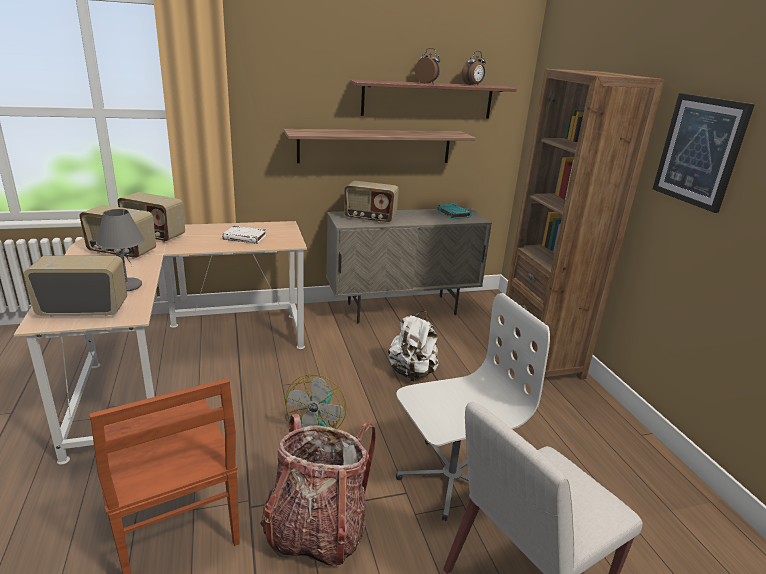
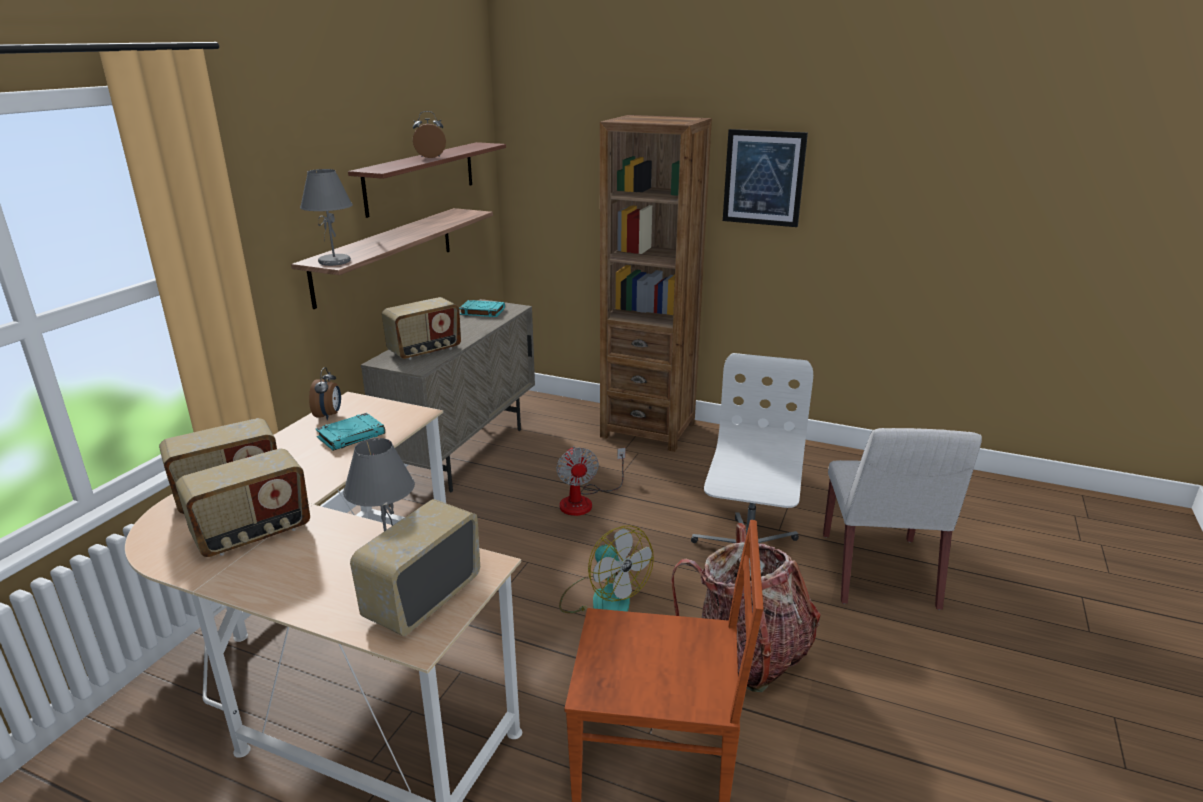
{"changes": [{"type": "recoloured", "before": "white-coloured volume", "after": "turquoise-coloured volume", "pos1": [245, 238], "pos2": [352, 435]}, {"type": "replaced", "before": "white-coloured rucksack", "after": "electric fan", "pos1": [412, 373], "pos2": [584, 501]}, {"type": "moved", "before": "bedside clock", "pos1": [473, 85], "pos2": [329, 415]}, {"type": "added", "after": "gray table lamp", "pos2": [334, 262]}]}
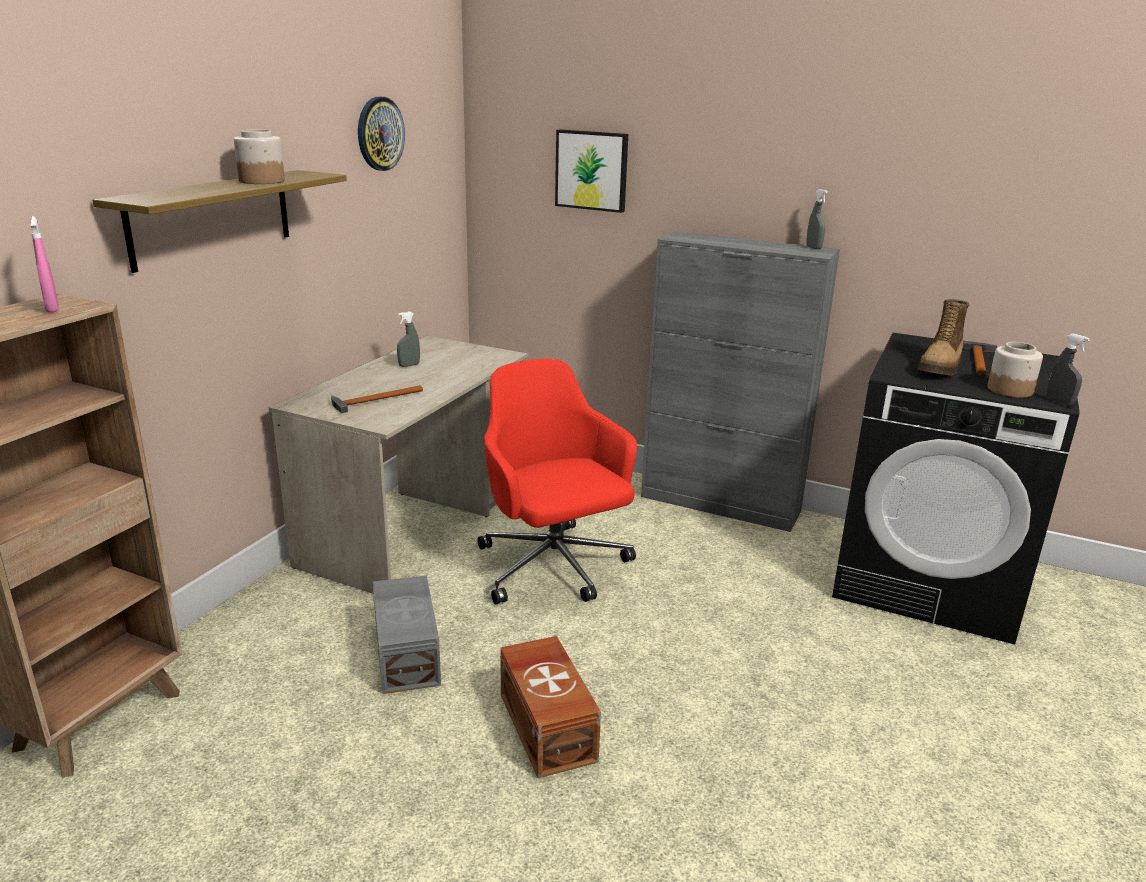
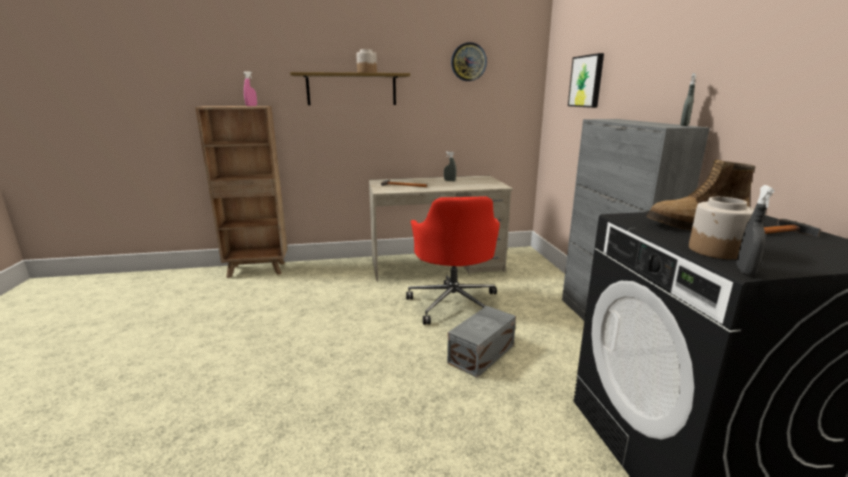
{"changes": [{"type": "moved", "before": "gray storage bin", "pos1": [408, 653], "pos2": [483, 354]}, {"type": "turned", "before": "red desk chair", "pos1": [554, 567], "pos2": [453, 303], "turn": 150}, {"type": "removed", "before": "brown storage bin", "pos1": [548, 725]}]}
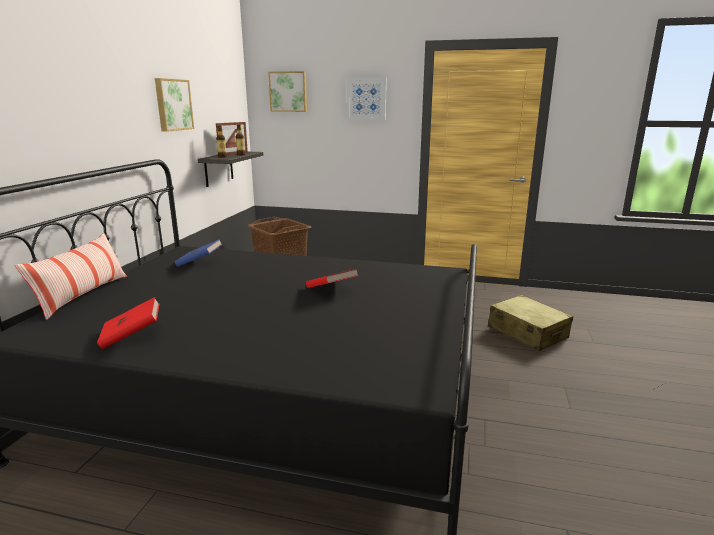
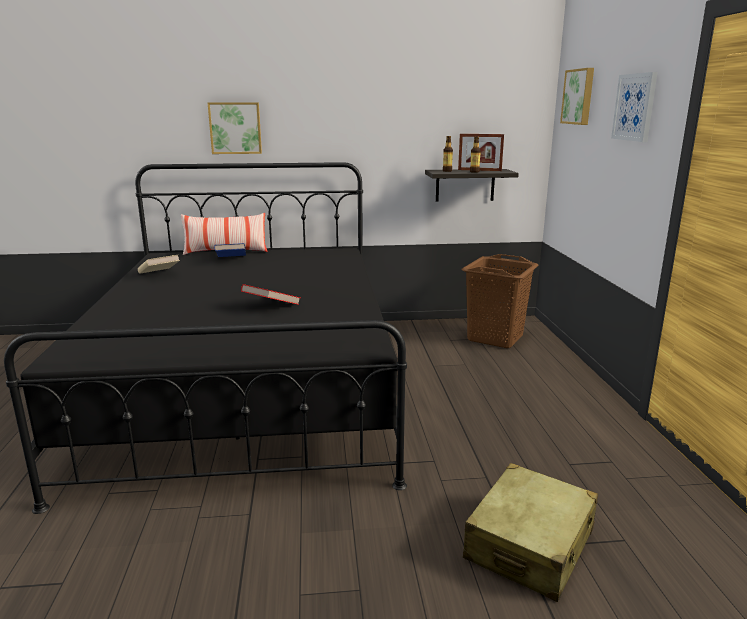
{"changes": [{"type": "recoloured", "before": "red volume", "after": "sand-coloured volume", "pos1": [132, 336], "pos2": [159, 274]}, {"type": "moved", "before": "wall picture", "pos1": [173, 105], "pos2": [235, 128]}, {"type": "moved", "before": "blue-coloured volume", "pos1": [199, 263], "pos2": [231, 260]}]}
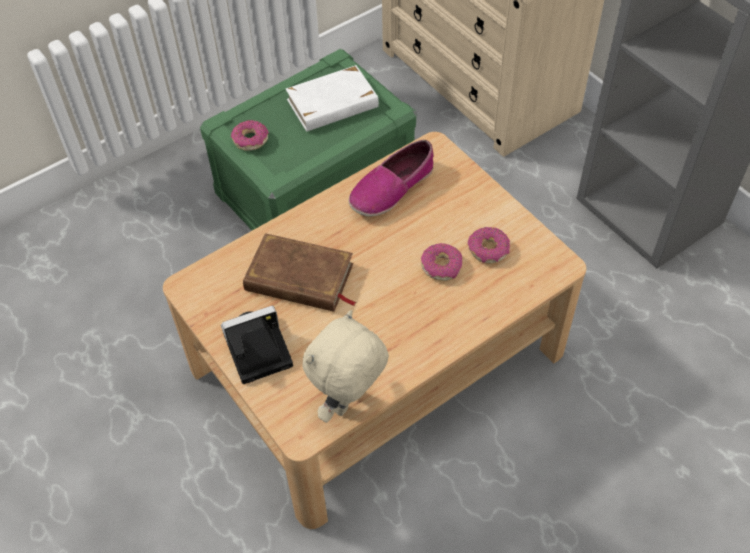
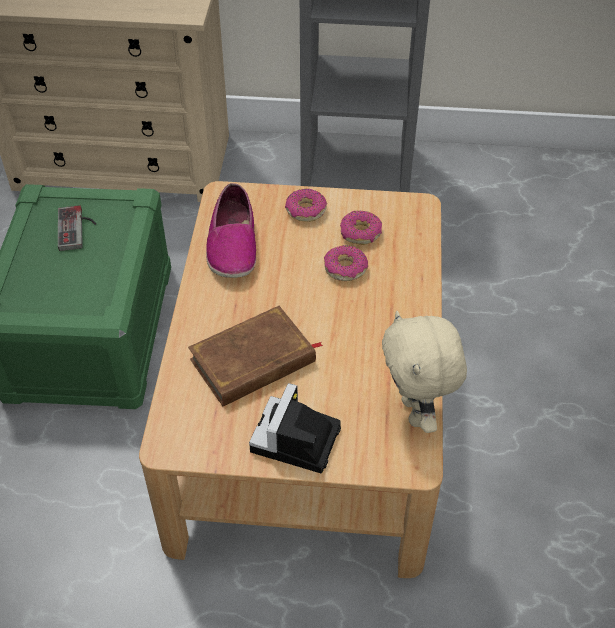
{"changes": [{"type": "moved", "before": "donut", "pos1": [250, 140], "pos2": [305, 210]}, {"type": "replaced", "before": "white-coloured volume", "after": "joypad", "pos1": [333, 104], "pos2": [77, 229]}]}
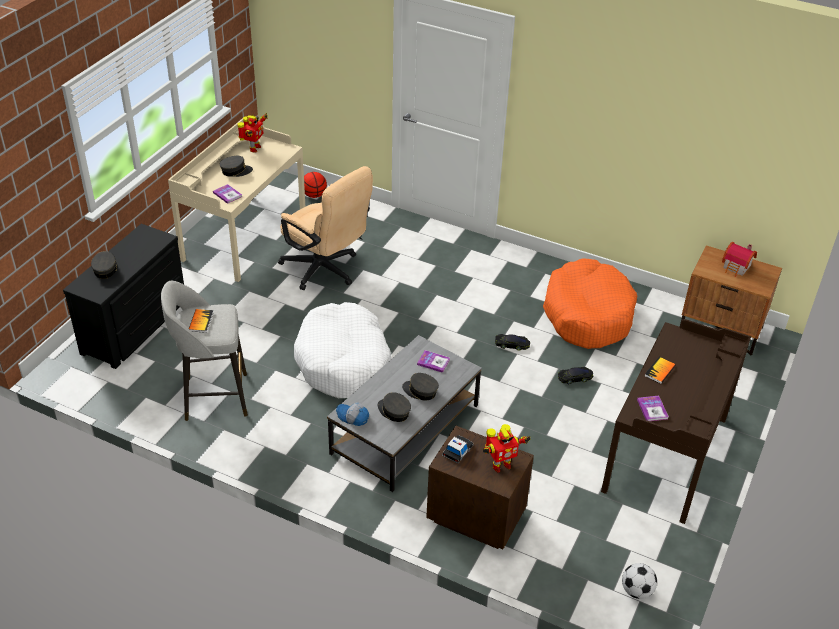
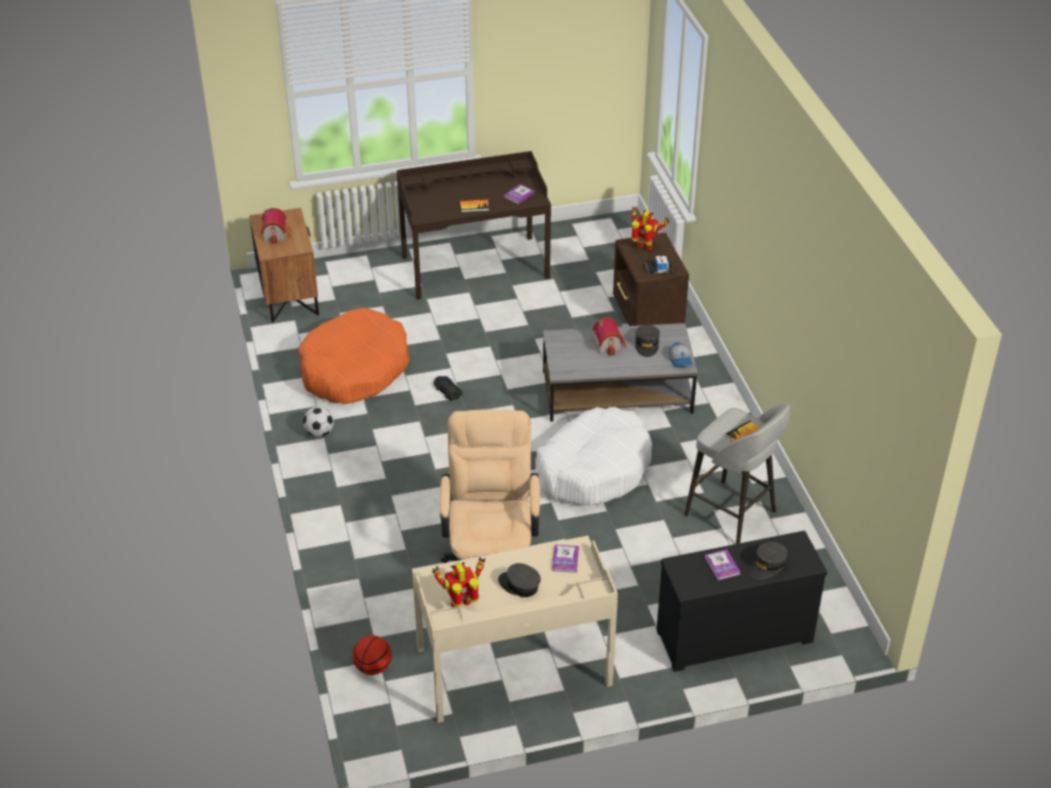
{"changes": [{"type": "replaced", "before": "gray baseball cap", "after": "model house", "pos1": [420, 391], "pos2": [609, 344]}, {"type": "moved", "before": "volume", "pos1": [433, 362], "pos2": [722, 565]}, {"type": "removed", "before": "black-coloured model car", "pos1": [575, 377]}, {"type": "moved", "before": "football ball", "pos1": [636, 591], "pos2": [319, 433]}]}
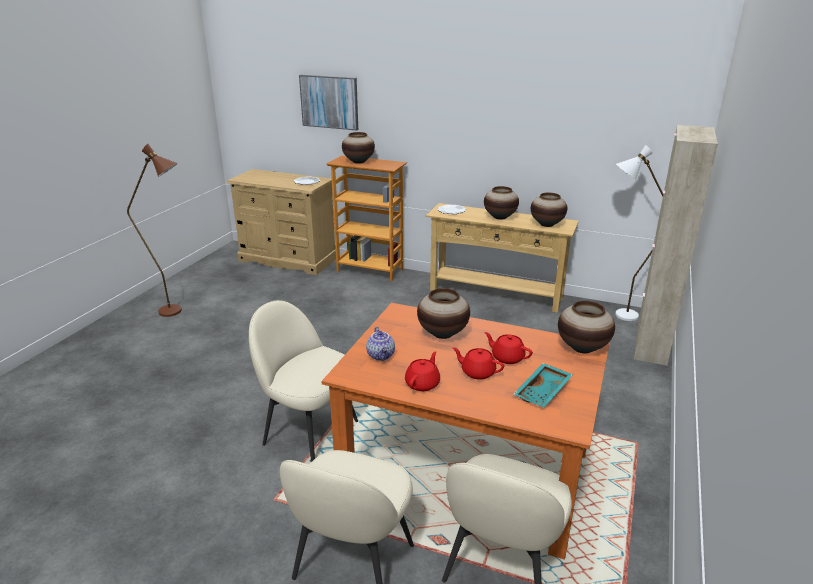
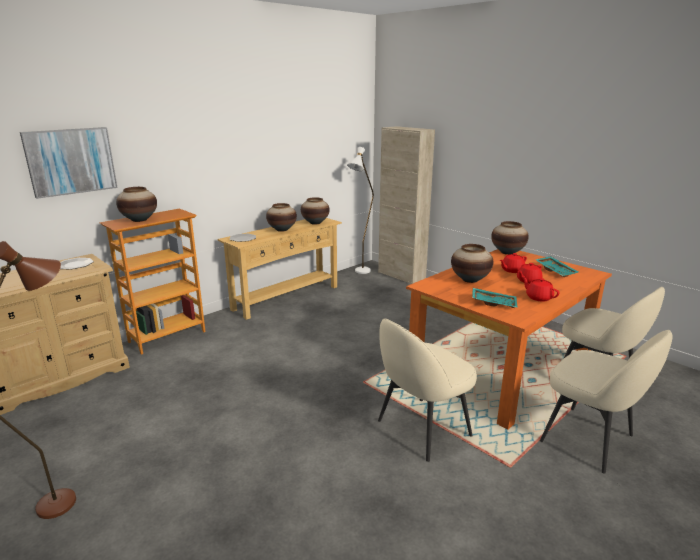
{"changes": [{"type": "replaced", "before": "tea pot", "after": "turquoise-coloured carrying tray", "pos1": [381, 355], "pos2": [493, 303]}]}
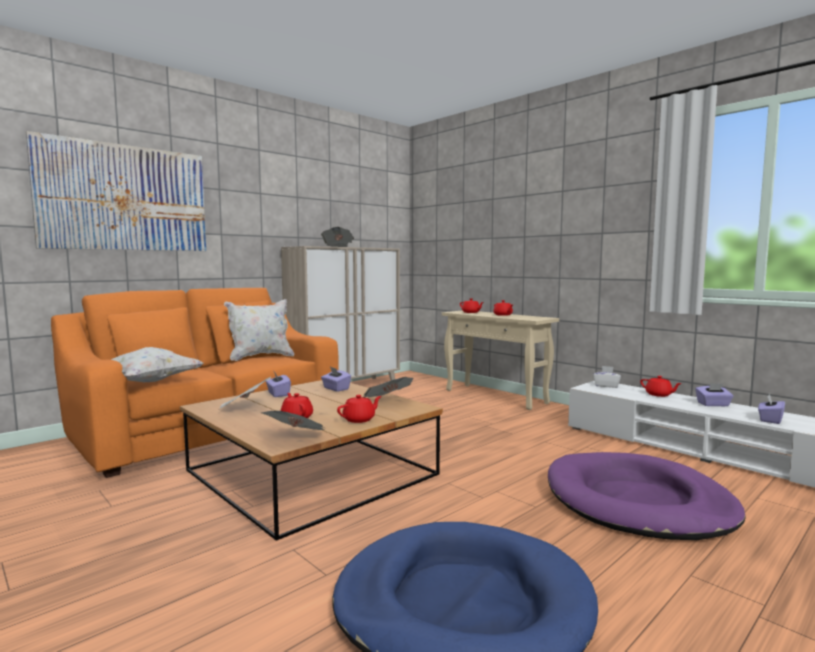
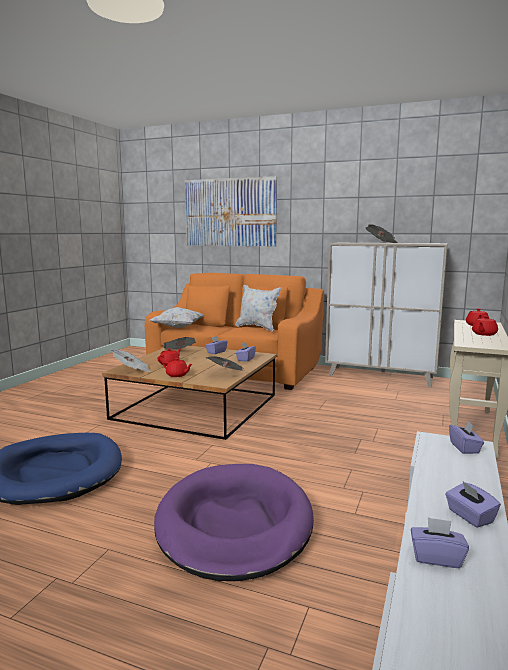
{"changes": [{"type": "recoloured", "before": "white-coloured box of tissues", "after": "purple-coloured box of tissues", "pos1": [606, 385], "pos2": [465, 448]}, {"type": "removed", "before": "red tea pot", "pos1": [659, 395]}]}
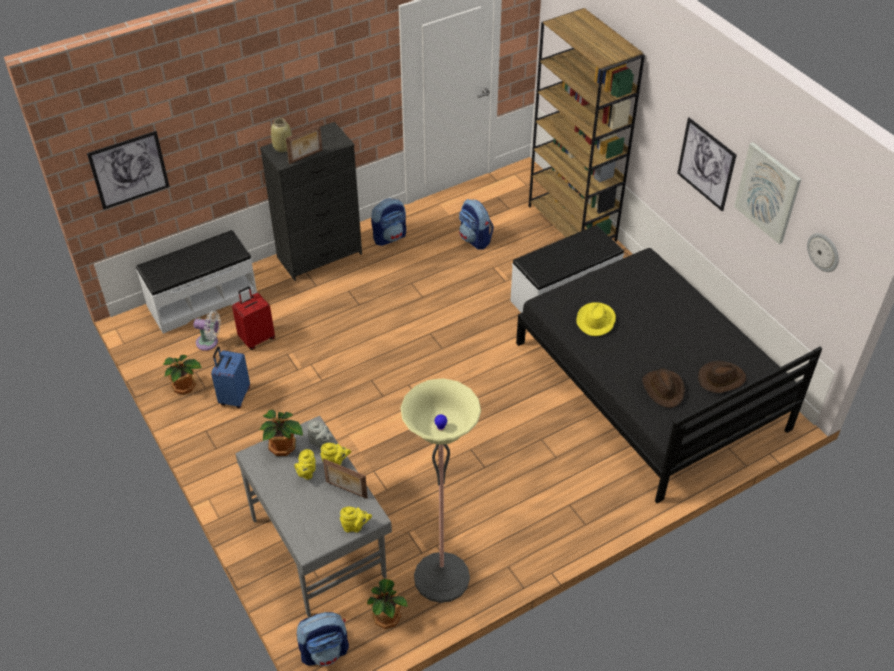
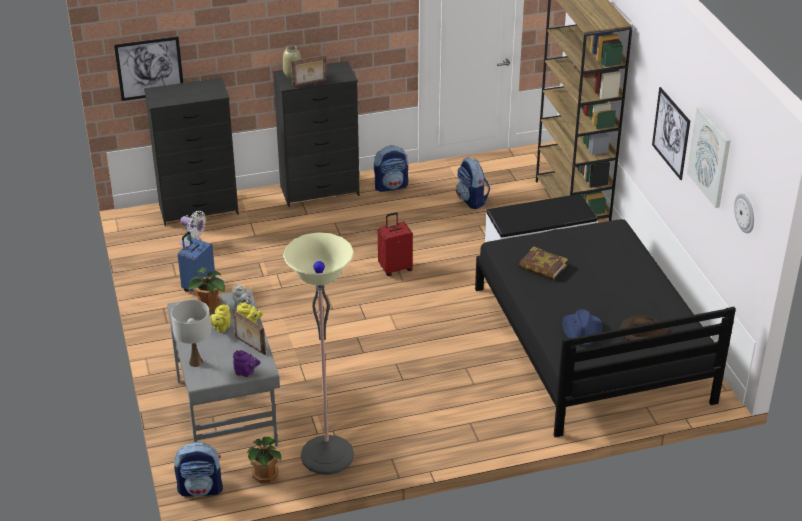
{"changes": [{"type": "replaced", "before": "white-coloured long seat", "after": "black-coloured chest of drawers", "pos1": [202, 300], "pos2": [199, 209]}, {"type": "removed", "before": "houseplant", "pos1": [185, 387]}, {"type": "moved", "before": "red suitcase", "pos1": [257, 338], "pos2": [395, 268]}, {"type": "recoloured", "before": "yellow tea pot", "after": "purple-coloured tea pot", "pos1": [355, 526], "pos2": [246, 373]}, {"type": "replaced", "before": "yellow clothing hat", "after": "volume", "pos1": [595, 320], "pos2": [542, 267]}, {"type": "recoloured", "before": "brown clothing hat", "after": "blue-coloured clothing hat", "pos1": [663, 389], "pos2": [582, 330]}, {"type": "added", "after": "white-coloured table lamp", "pos2": [196, 362]}]}
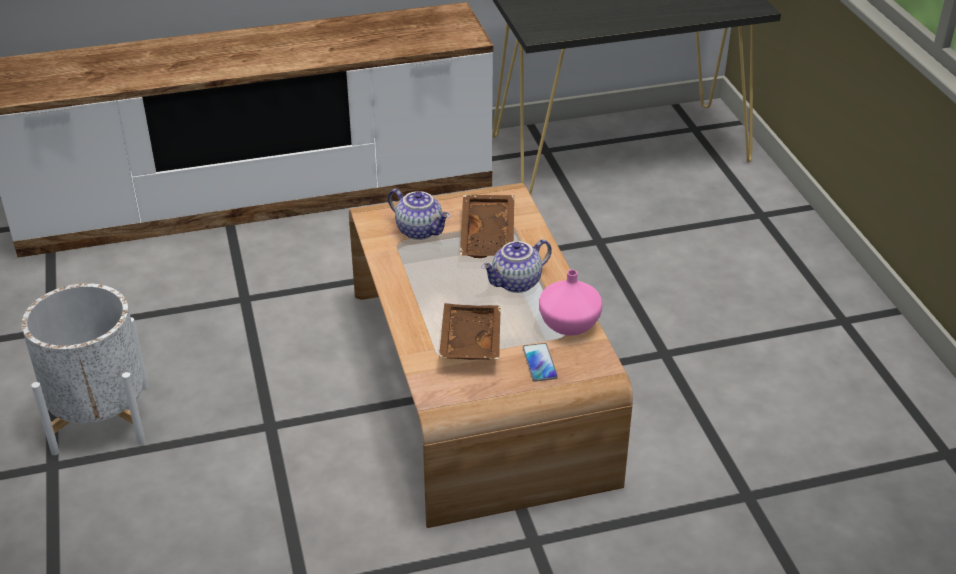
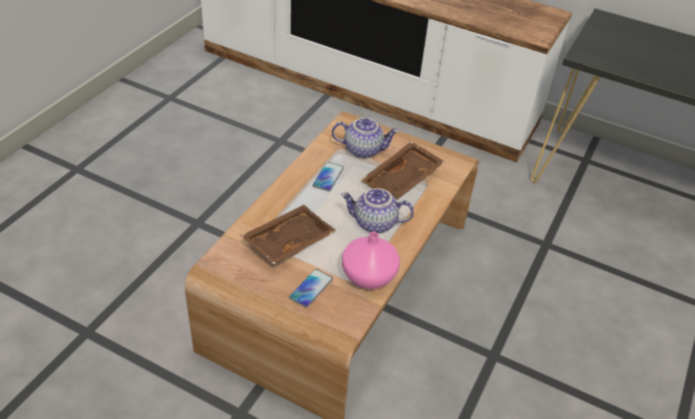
{"changes": [{"type": "removed", "before": "white-coloured plant pot", "pos1": [101, 418]}, {"type": "turned", "before": "tea pot", "pos1": [420, 230], "pos2": [363, 149], "turn": -75}, {"type": "added", "after": "handset", "pos2": [328, 177]}]}
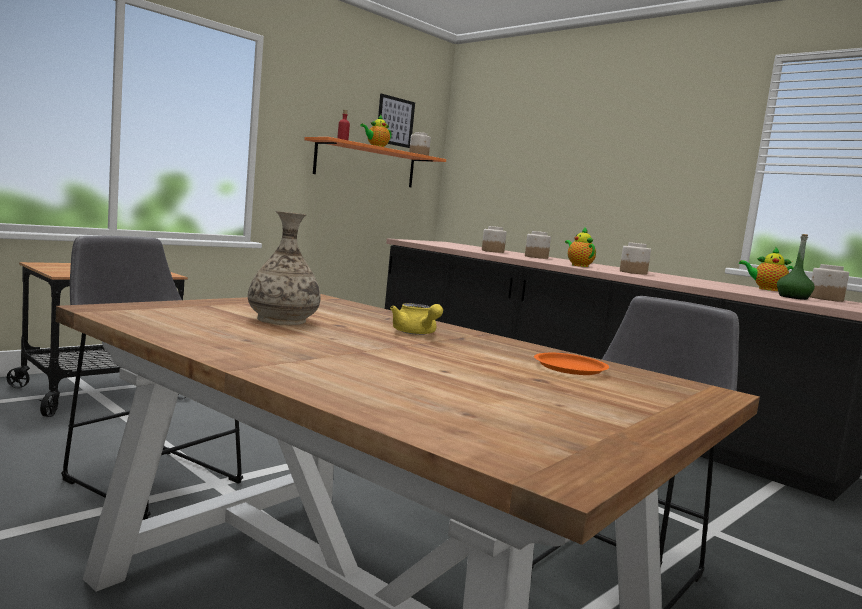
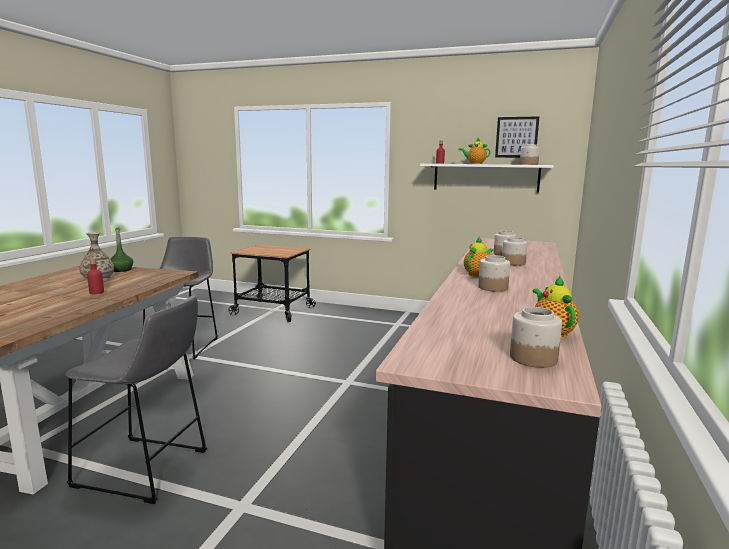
{"changes": [{"type": "recoloured", "before": "orange wall shelf", "after": "white-coloured wall shelf", "pos1": [366, 164], "pos2": [485, 177]}, {"type": "replaced", "before": "yellow tea pot", "after": "red bottle", "pos1": [416, 333], "pos2": [96, 292]}, {"type": "removed", "before": "orange flat dish", "pos1": [570, 368]}, {"type": "moved", "before": "green bottle", "pos1": [793, 297], "pos2": [121, 270]}]}
